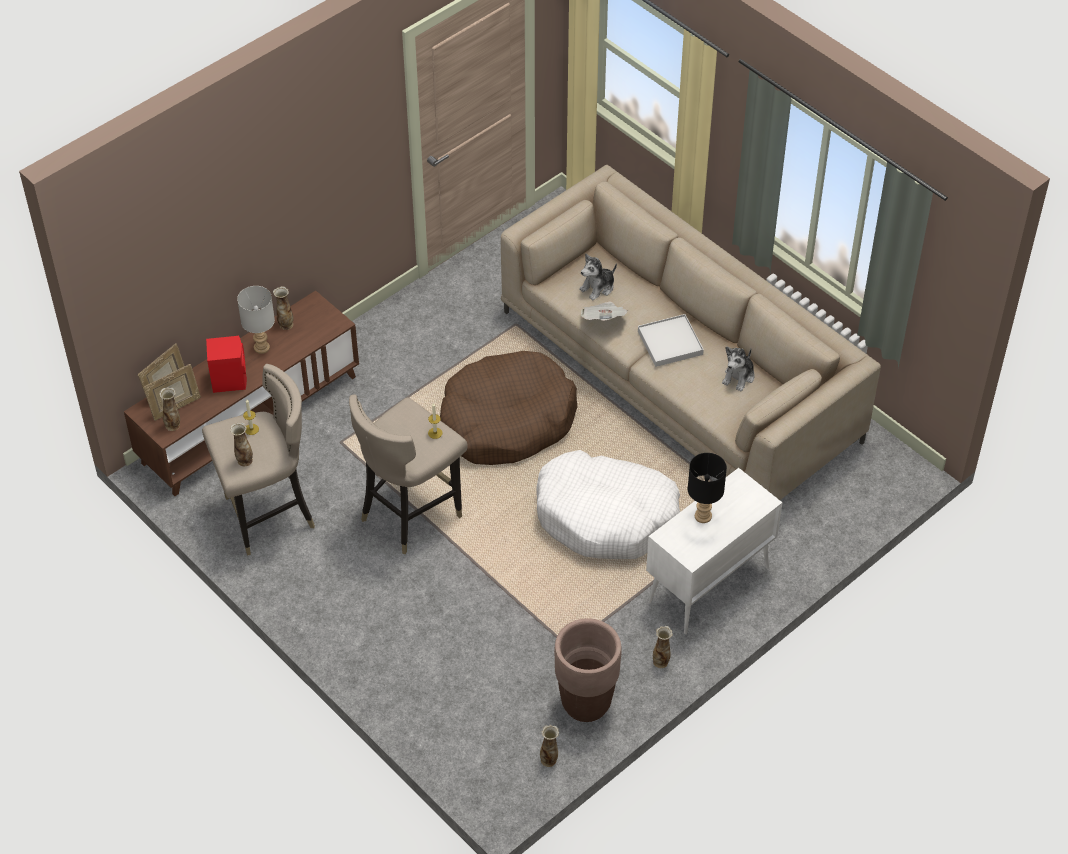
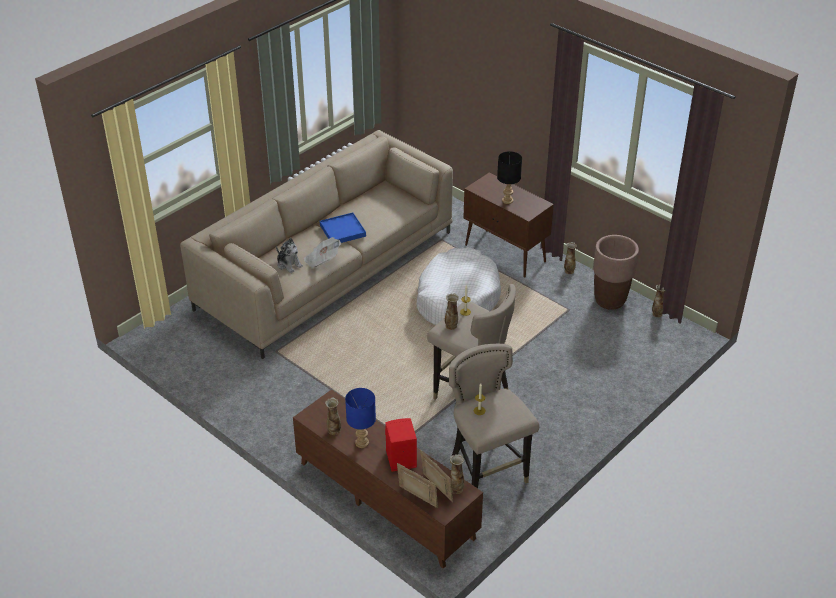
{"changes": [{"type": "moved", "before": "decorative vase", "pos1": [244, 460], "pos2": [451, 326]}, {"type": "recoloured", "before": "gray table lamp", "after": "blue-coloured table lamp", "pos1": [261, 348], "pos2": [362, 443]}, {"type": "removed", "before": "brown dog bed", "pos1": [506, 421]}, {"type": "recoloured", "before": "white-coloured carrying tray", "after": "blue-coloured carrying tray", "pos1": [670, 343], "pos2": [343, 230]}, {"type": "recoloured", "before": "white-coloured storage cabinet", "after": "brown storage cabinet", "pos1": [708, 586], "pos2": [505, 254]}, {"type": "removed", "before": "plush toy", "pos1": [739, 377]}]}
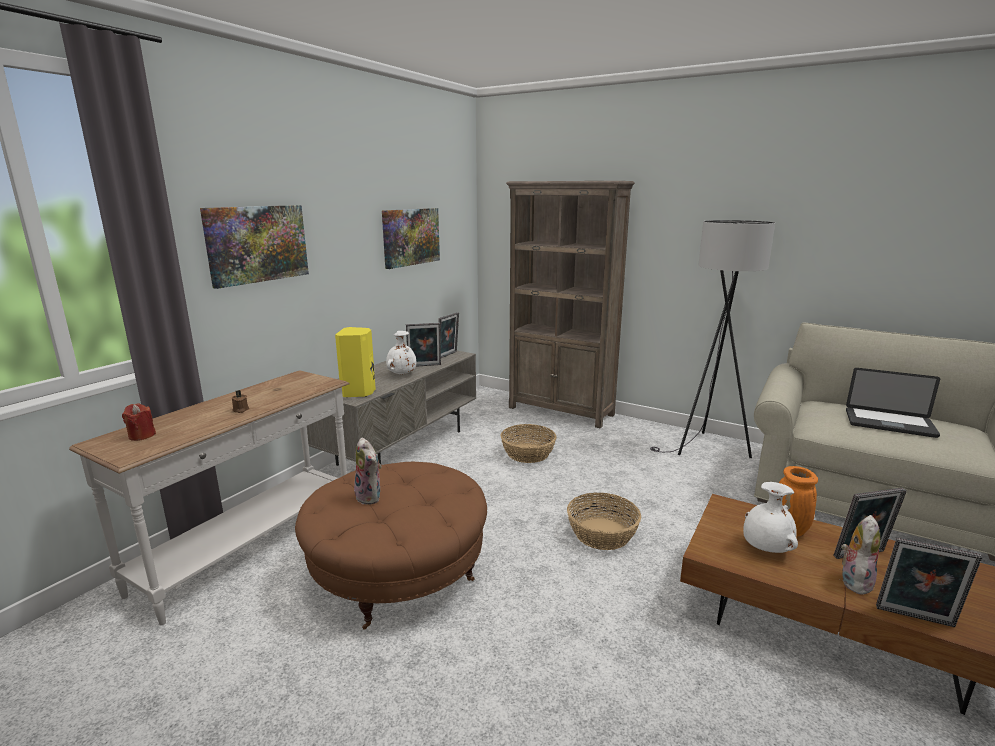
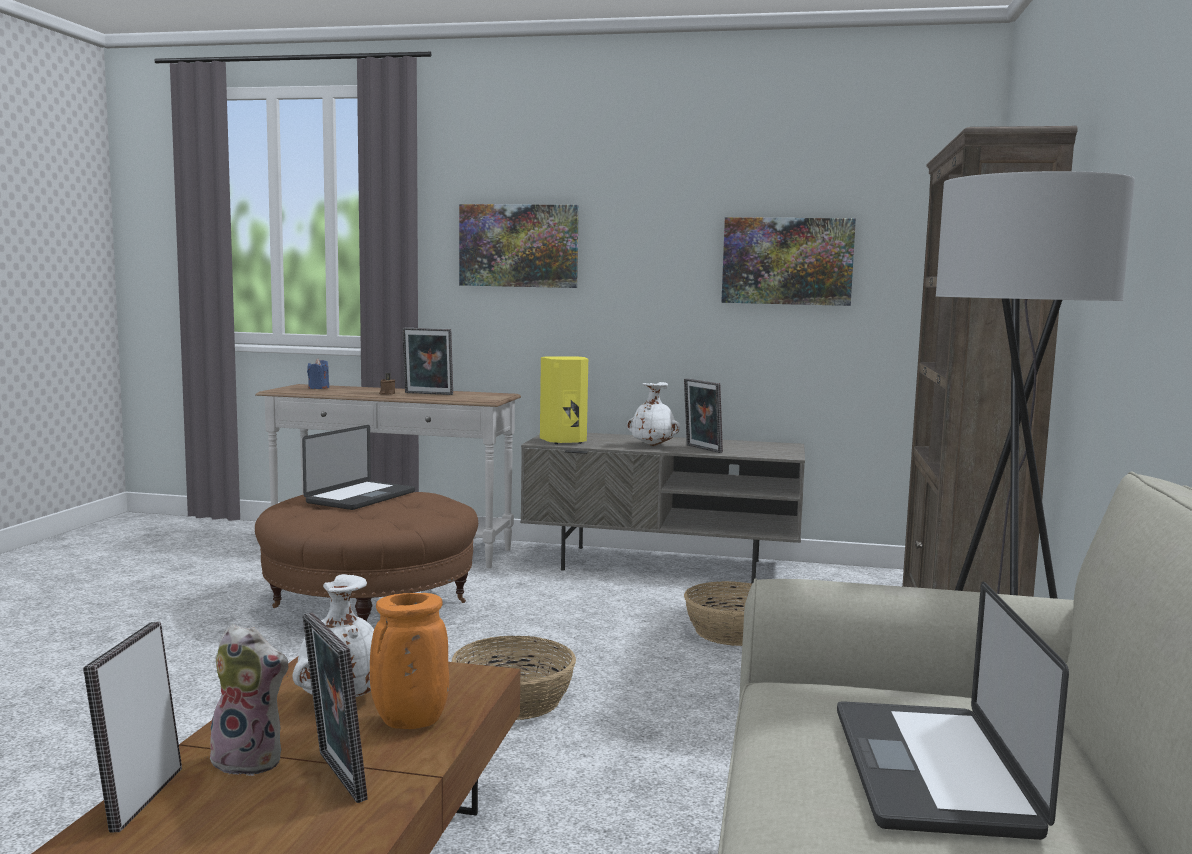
{"changes": [{"type": "recoloured", "before": "red wax candle", "after": "blue-coloured wax candle", "pos1": [142, 435], "pos2": [318, 388]}, {"type": "replaced", "before": "plush toy", "after": "portable computer", "pos1": [370, 497], "pos2": [361, 497]}, {"type": "moved", "before": "standing frame", "pos1": [448, 355], "pos2": [428, 394]}]}
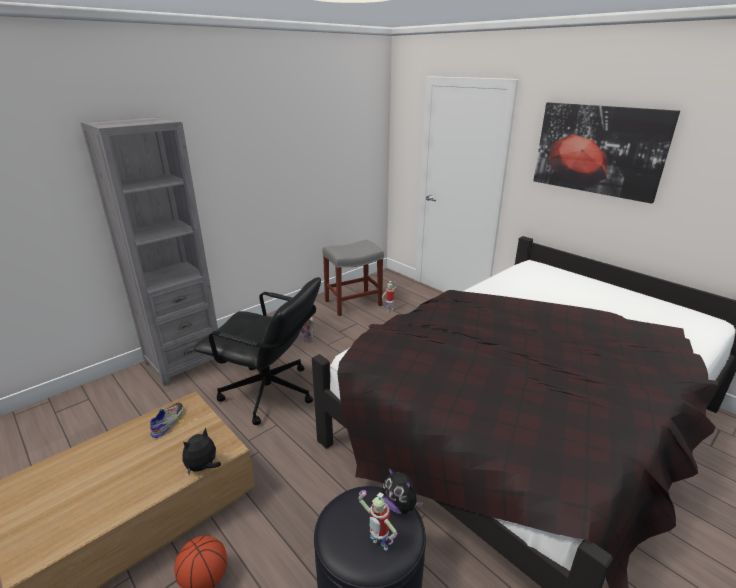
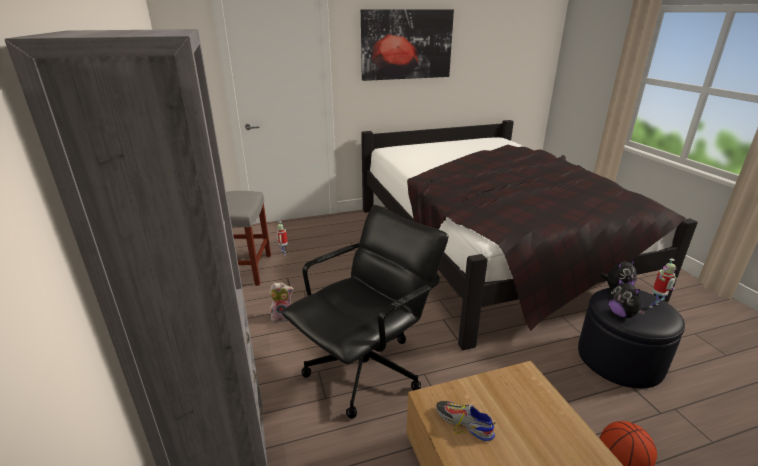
{"changes": [{"type": "moved", "before": "plush toy", "pos1": [203, 467], "pos2": [621, 314]}]}
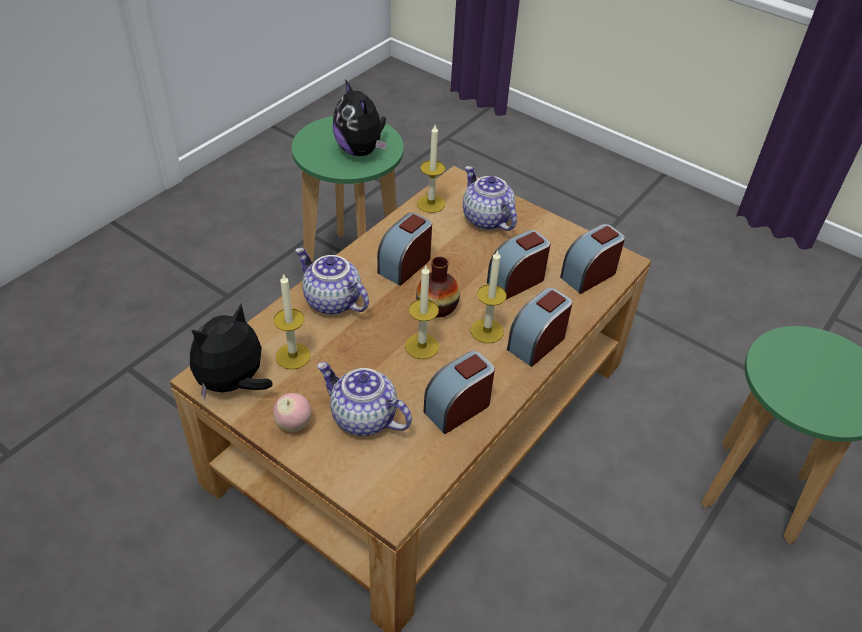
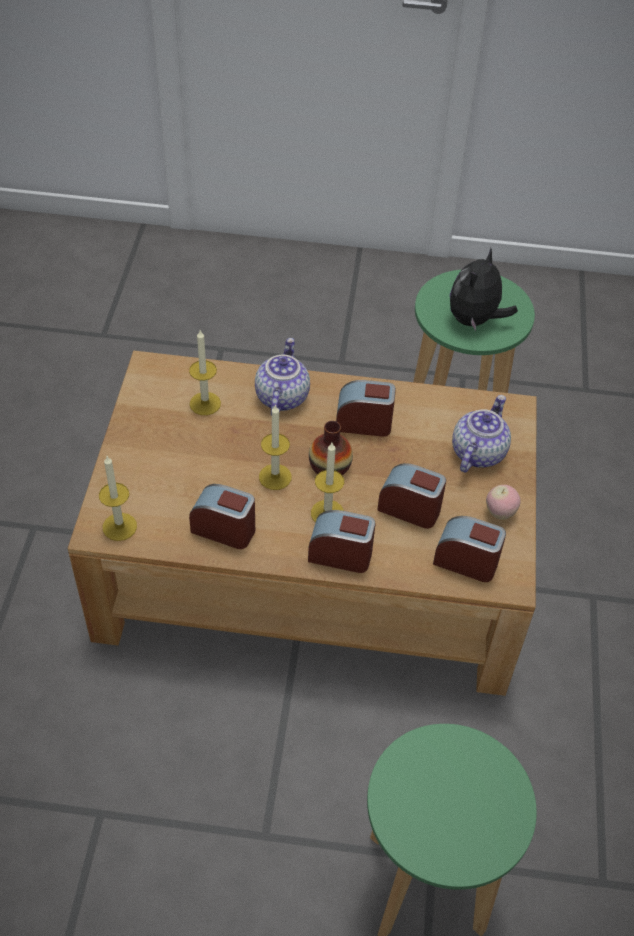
{"changes": [{"type": "removed", "before": "plush toy", "pos1": [233, 384]}, {"type": "moved", "before": "apple", "pos1": [293, 424], "pos2": [500, 513]}, {"type": "removed", "before": "tea pot", "pos1": [362, 418]}, {"type": "moved", "before": "wax candle", "pos1": [431, 203], "pos2": [119, 526]}]}
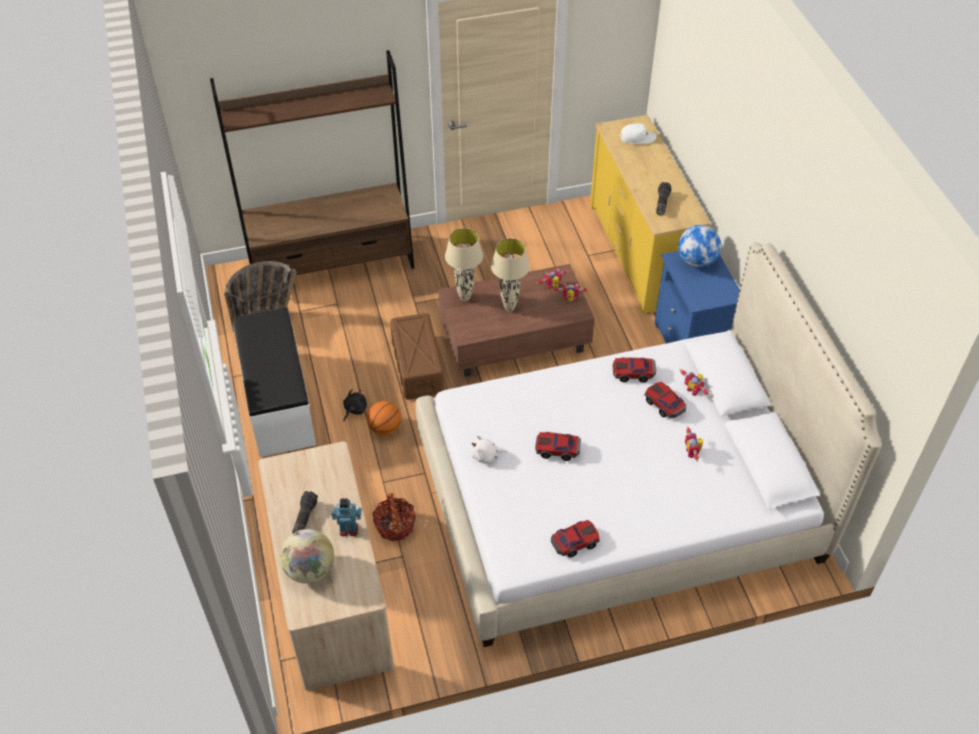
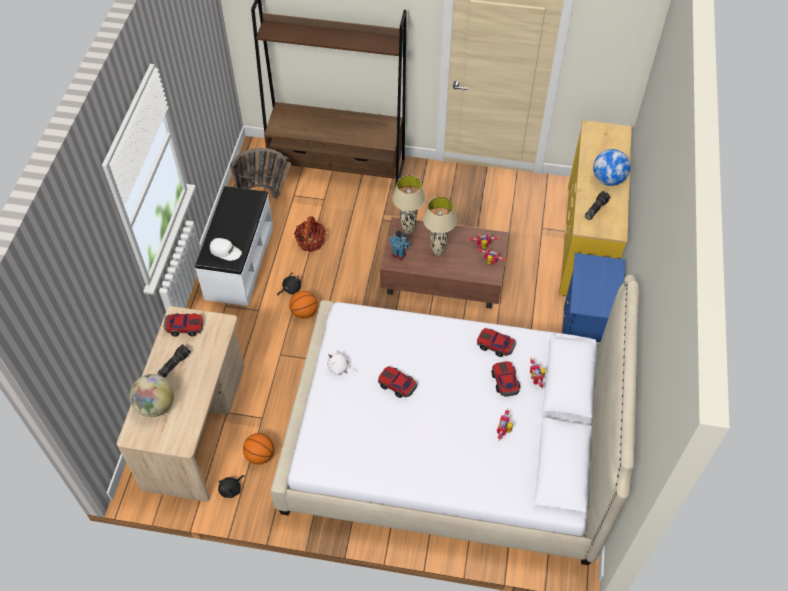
{"changes": [{"type": "moved", "before": "robot figure", "pos1": [349, 529], "pos2": [399, 254]}, {"type": "moved", "before": "storage basket", "pos1": [395, 525], "pos2": [311, 241]}, {"type": "removed", "before": "brown storage bin", "pos1": [417, 367]}, {"type": "moved", "before": "model car", "pos1": [574, 542], "pos2": [185, 327]}, {"type": "moved", "before": "white-coloured baseball cap", "pos1": [637, 137], "pos2": [225, 251]}, {"type": "moved", "before": "world globe", "pos1": [696, 261], "pos2": [608, 179]}, {"type": "added", "after": "black-coloured plush toy", "pos2": [231, 489]}, {"type": "added", "after": "basketball ball", "pos2": [260, 455]}]}
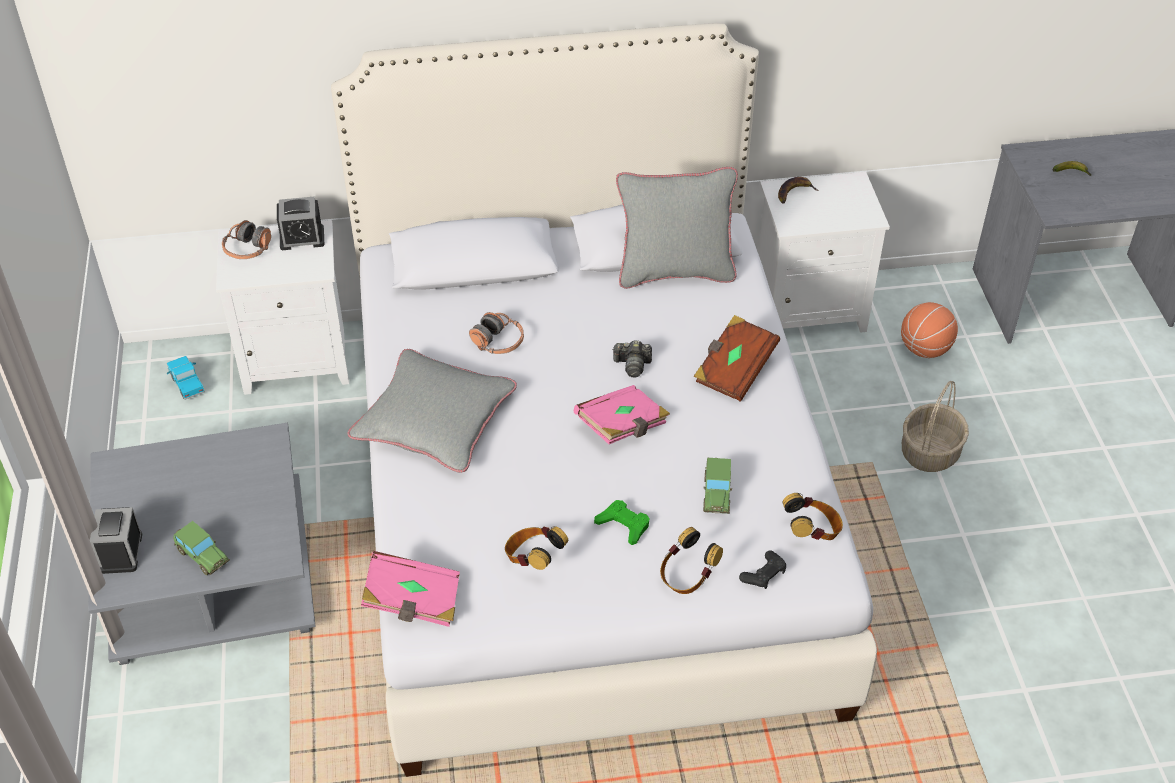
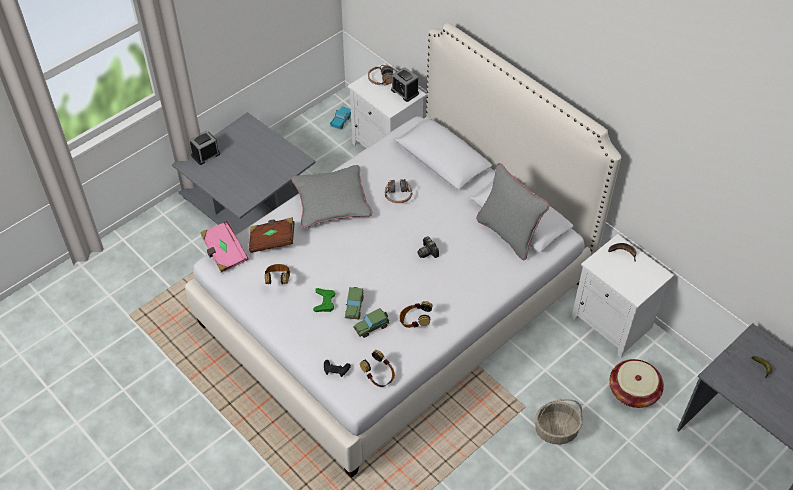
{"changes": [{"type": "moved", "before": "model car", "pos1": [202, 556], "pos2": [354, 307]}, {"type": "removed", "before": "pink volume", "pos1": [622, 427]}, {"type": "moved", "before": "headphones", "pos1": [687, 576], "pos2": [415, 321]}, {"type": "moved", "before": "brown volume", "pos1": [734, 370], "pos2": [272, 241]}, {"type": "replaced", "before": "basketball ball", "after": "storage basket", "pos1": [924, 349], "pos2": [633, 391]}]}
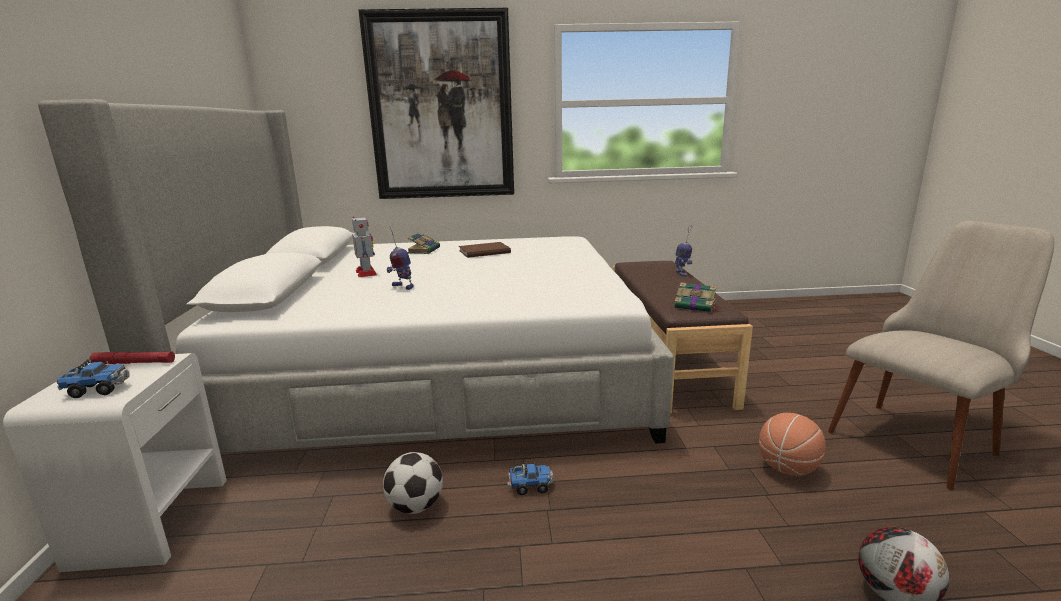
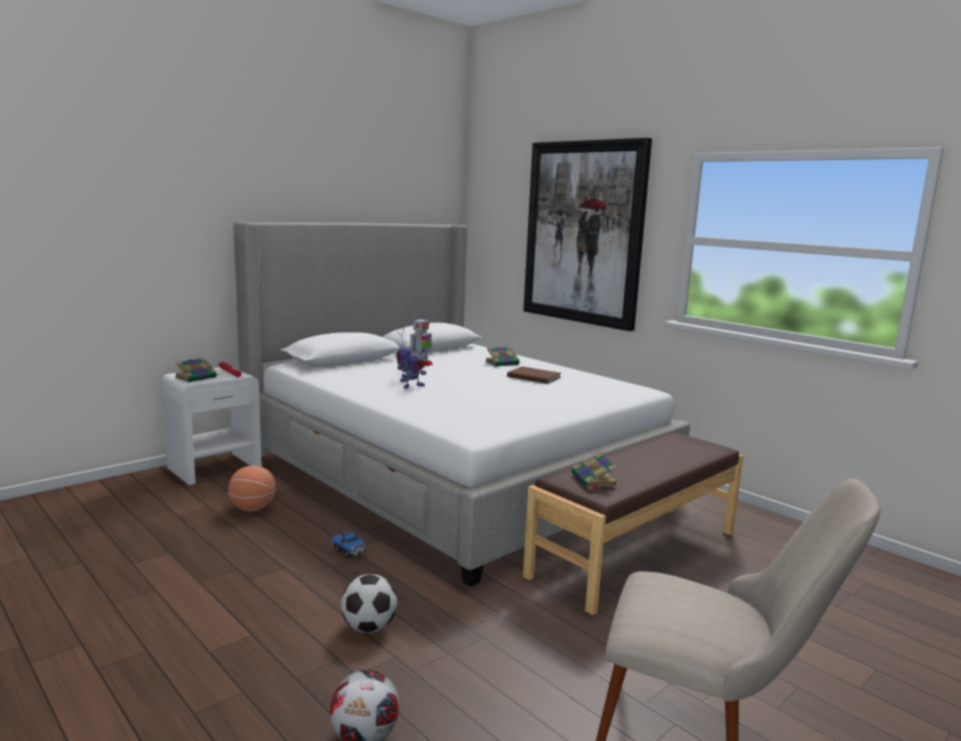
{"changes": [{"type": "replaced", "before": "toy lorry", "after": "volume", "pos1": [98, 390], "pos2": [196, 377]}, {"type": "moved", "before": "football ball", "pos1": [415, 506], "pos2": [368, 627]}, {"type": "moved", "before": "robot figure", "pos1": [682, 274], "pos2": [413, 386]}, {"type": "moved", "before": "basketball ball", "pos1": [787, 468], "pos2": [253, 509]}]}
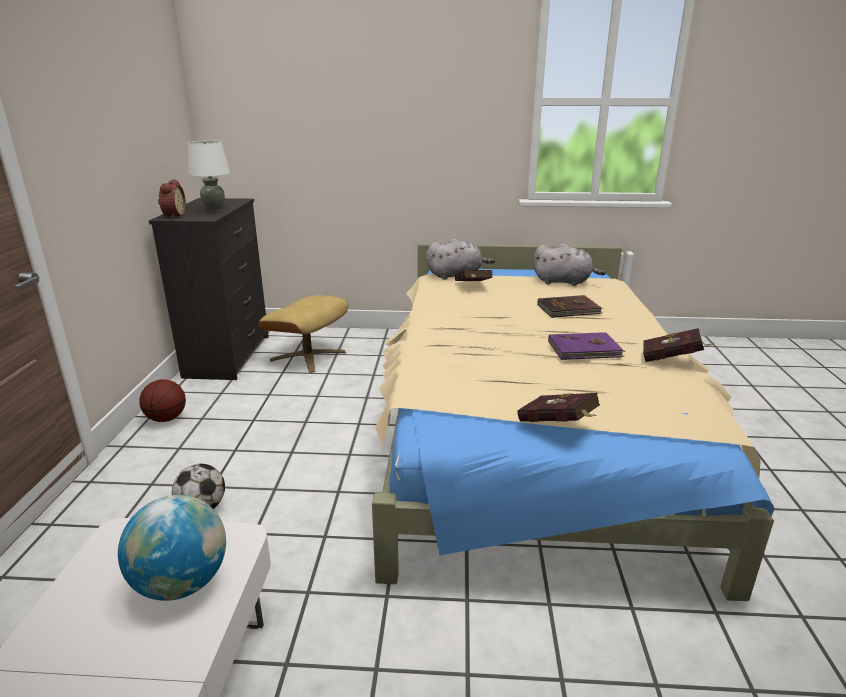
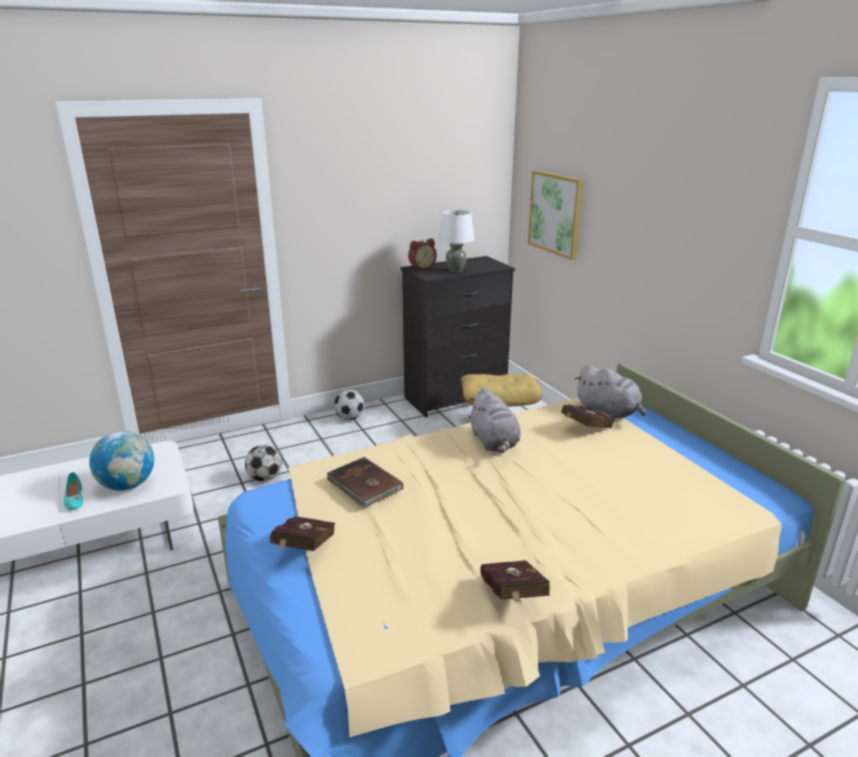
{"changes": [{"type": "replaced", "before": "basketball ball", "after": "football ball", "pos1": [166, 418], "pos2": [350, 418]}, {"type": "moved", "before": "gray plush toy", "pos1": [564, 282], "pos2": [494, 442]}, {"type": "moved", "before": "brown volume", "pos1": [569, 309], "pos2": [364, 485]}, {"type": "removed", "before": "purple-coloured volume", "pos1": [585, 349]}, {"type": "added", "after": "turquoise-coloured item of footwear", "pos2": [74, 499]}, {"type": "added", "after": "wall picture", "pos2": [556, 213]}]}
